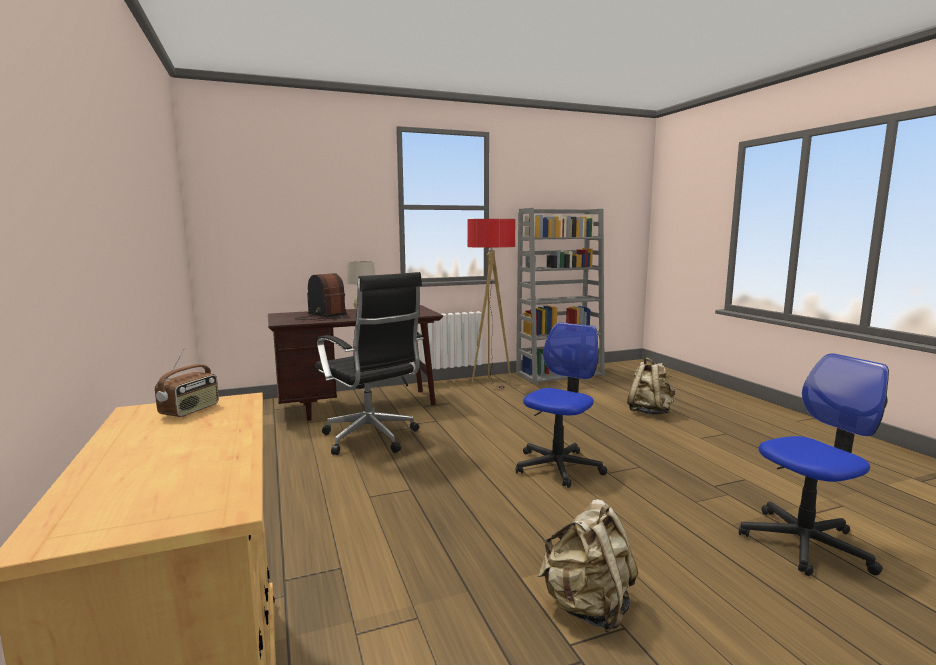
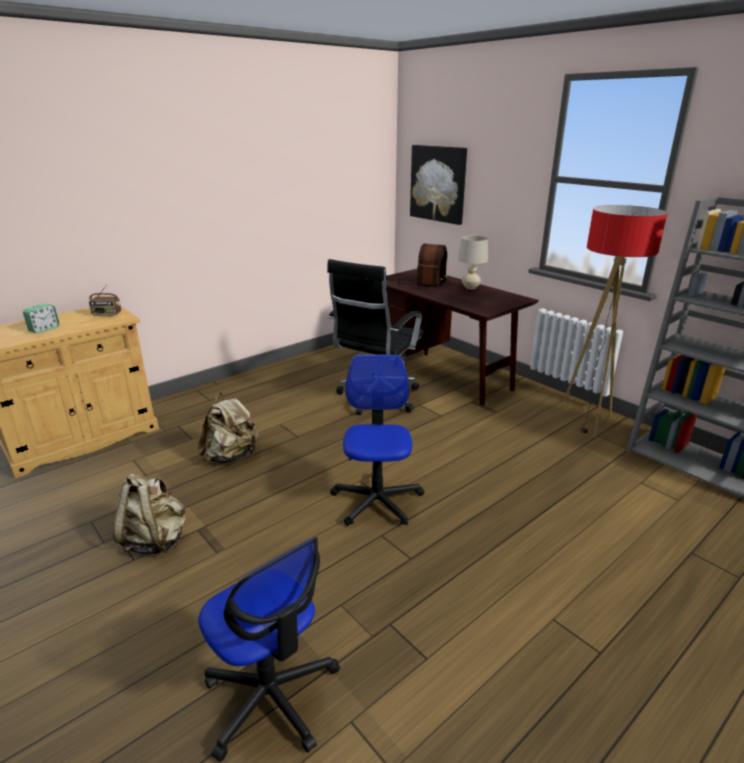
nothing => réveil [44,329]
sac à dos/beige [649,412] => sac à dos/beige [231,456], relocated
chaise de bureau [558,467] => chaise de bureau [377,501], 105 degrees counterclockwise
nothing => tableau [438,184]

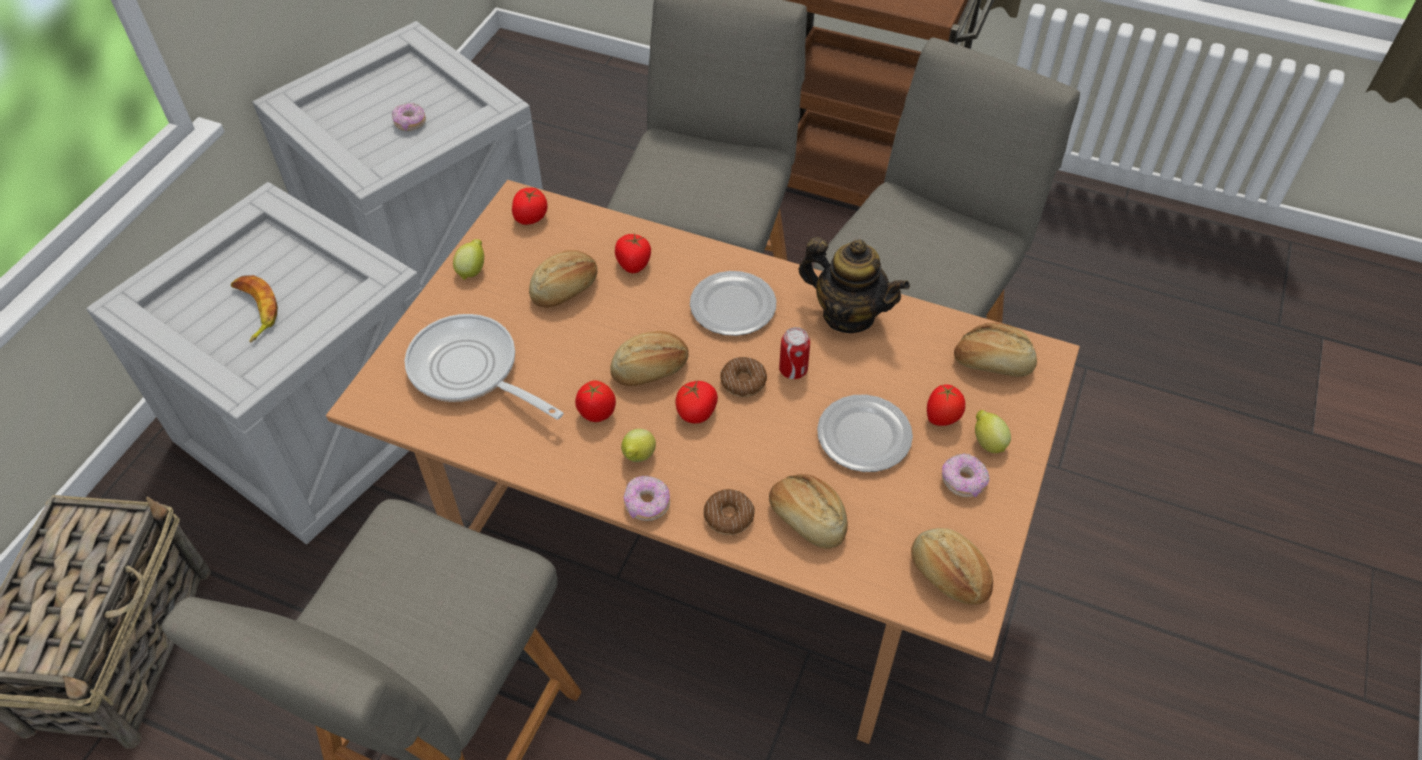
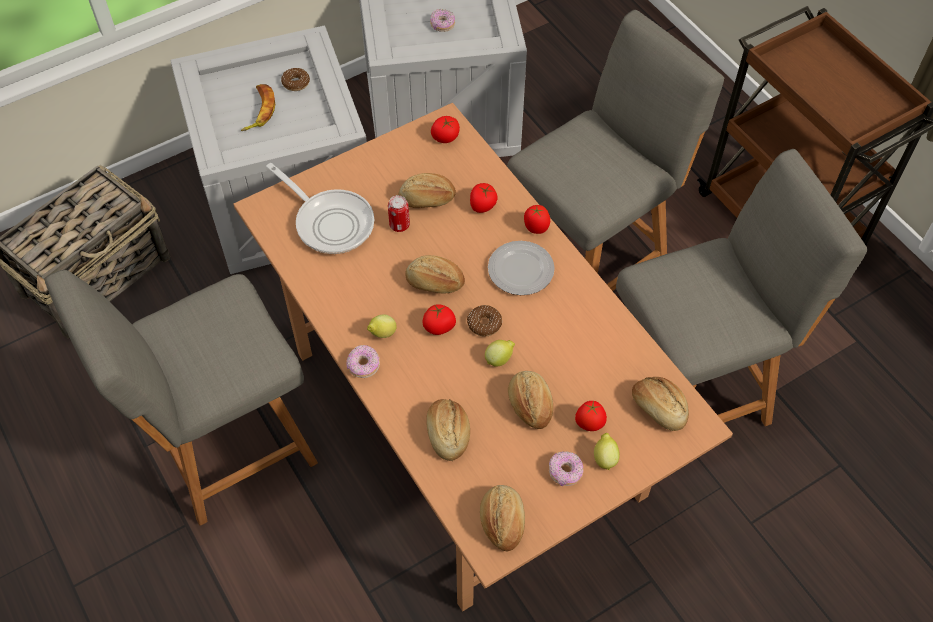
poêle [470,371] => poêle [330,222], 150 degrees clockwise
beignet [728,516] => beignet [296,83], relocated
boîte métallique [793,370] => boîte métallique [399,225], relocated
citron [472,270] => citron [499,359], relocated
assiette [865,436] => pain [529,405]
tomate [597,414] => tomate [535,228], relocated
théière [848,315] => nothing

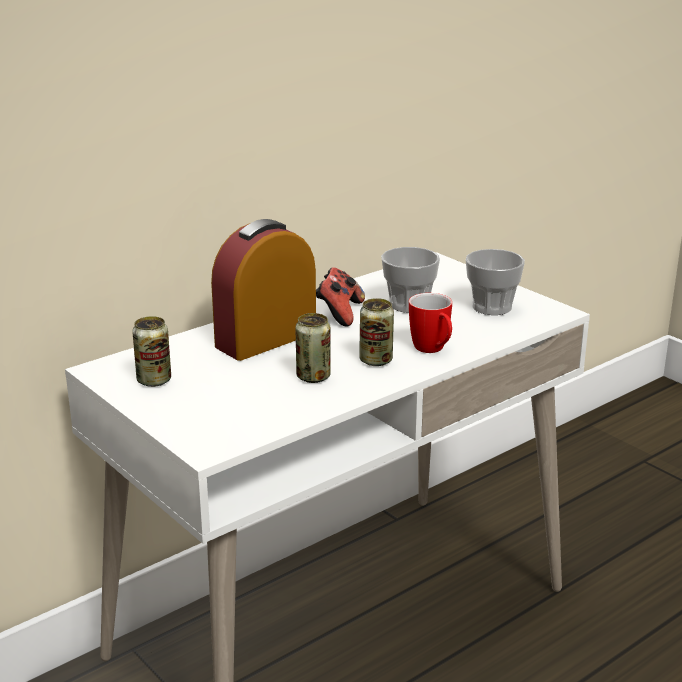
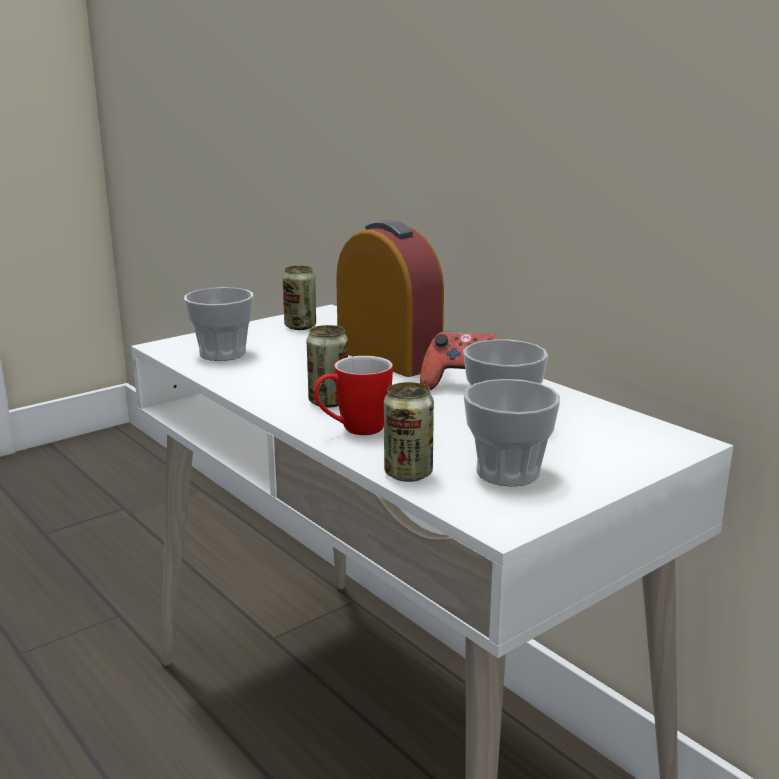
nothing => tasse [222,353]
boîte métallique [313,377] => boîte métallique [408,473], relocated

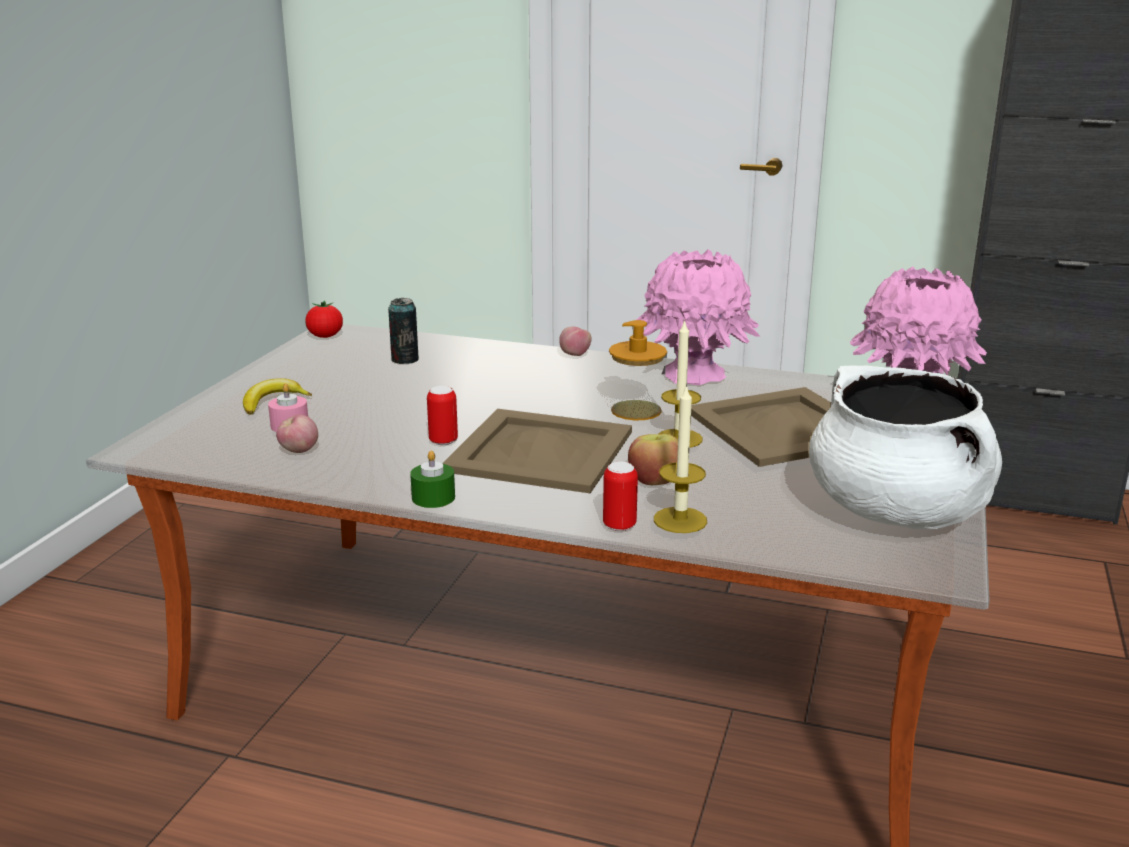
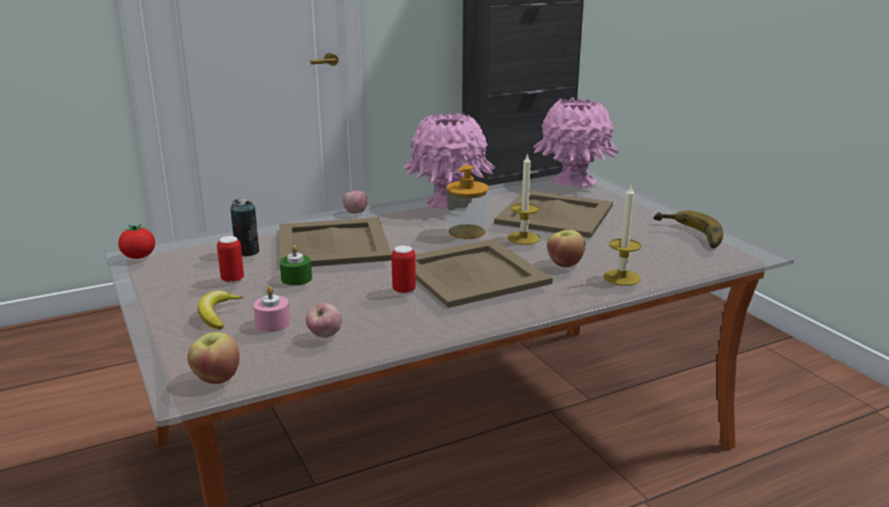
nothing => pomme [216,378]
boîte métallique [619,525] => boîte métallique [232,280], relocated
nothing => plateau/beige [334,244]
bougie/vert [433,497] => bougie/vert [296,279], relocated
marmite/blanc [897,512] => banane [688,235]

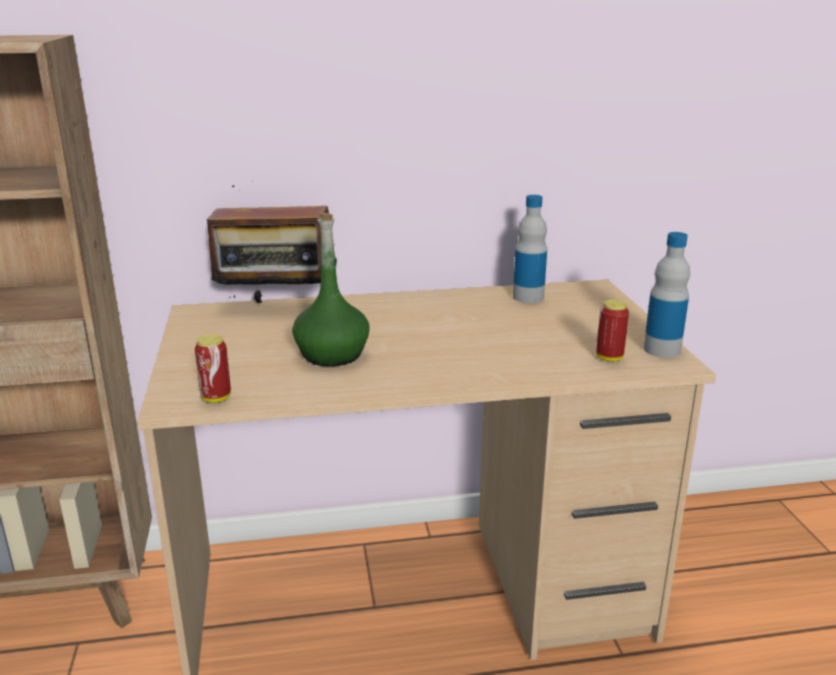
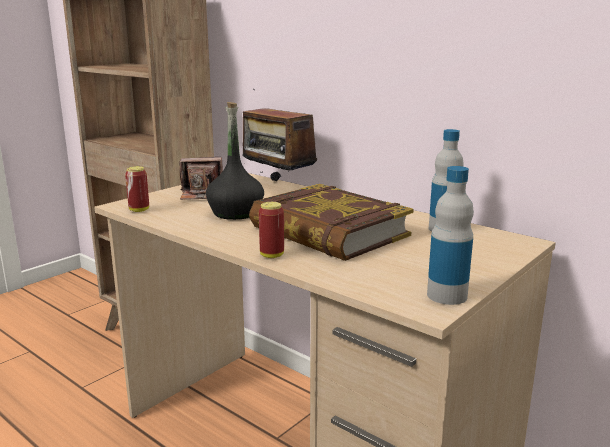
nothing => appareil photo [202,194]
bouteille/vert [332,354] => bouteille/noir [236,213]
nothing => livre [328,232]
boîte métallique [609,358] => boîte métallique [272,255], relocated

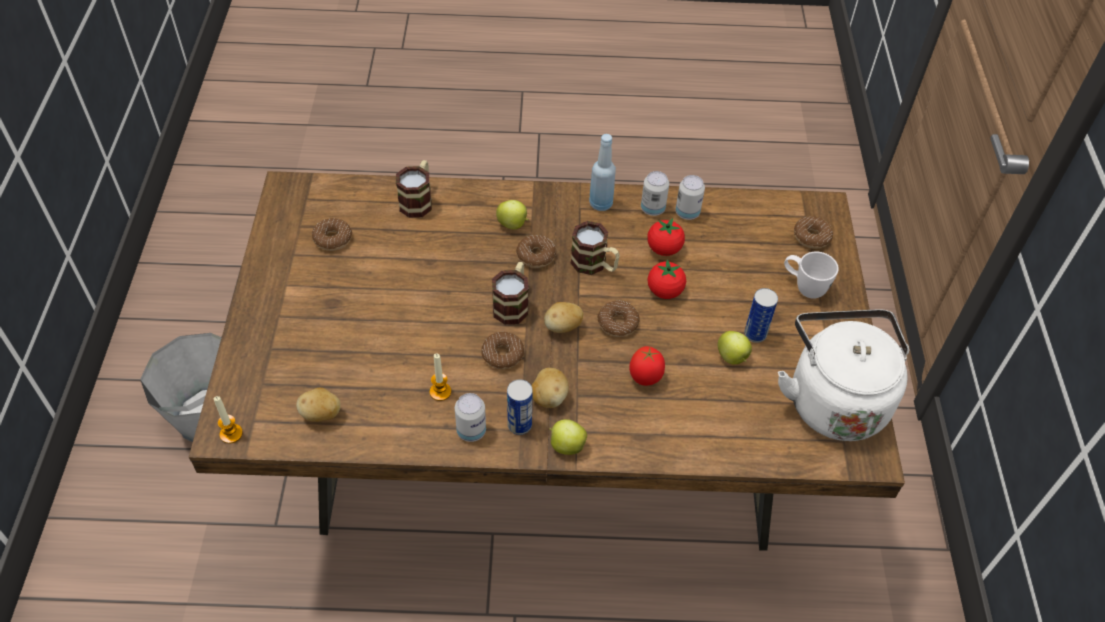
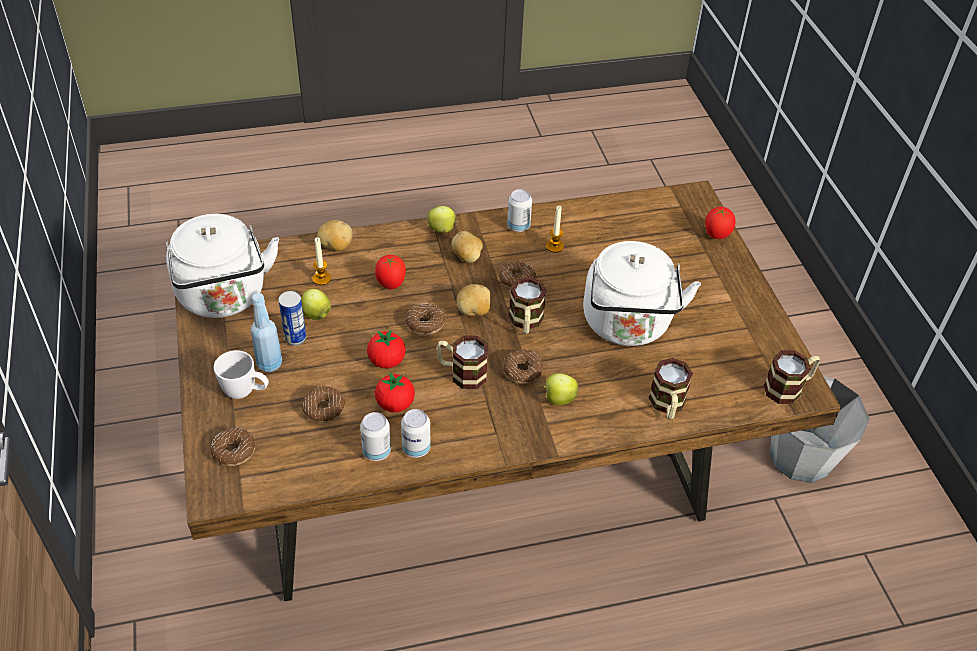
bouteille/bleu [601,204] => bouteille/bleu [269,364], relocated
beignet [332,239] => beignet [324,409], relocated
bougie [231,434] => bougie [321,278], relocated
pomme de terre [321,414] => pomme de terre [336,246], relocated
nothing => bouilloire/blanc [627,326]
nothing => tomate [716,235]
nothing => mug [789,388]
boîte métallique [519,425] => nothing

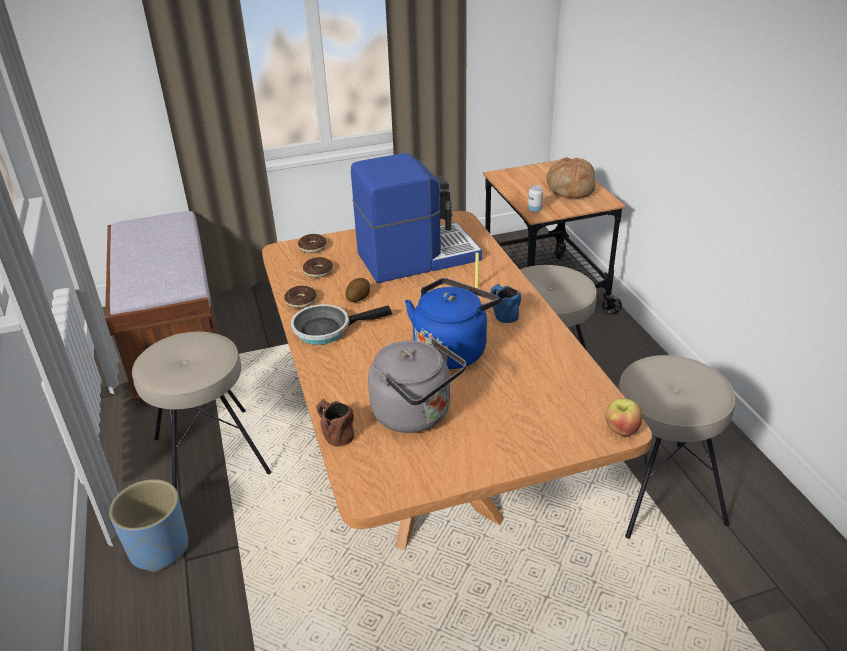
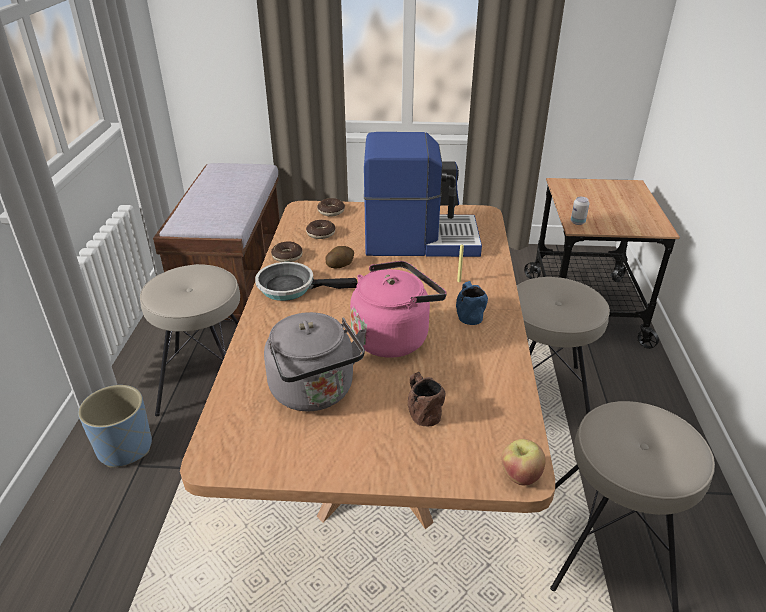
bouilloire/bleu [452,350] => bouilloire/rose [393,337]
mug/marron [334,433] => mug/marron [421,410], relocated
pain [570,188] => nothing

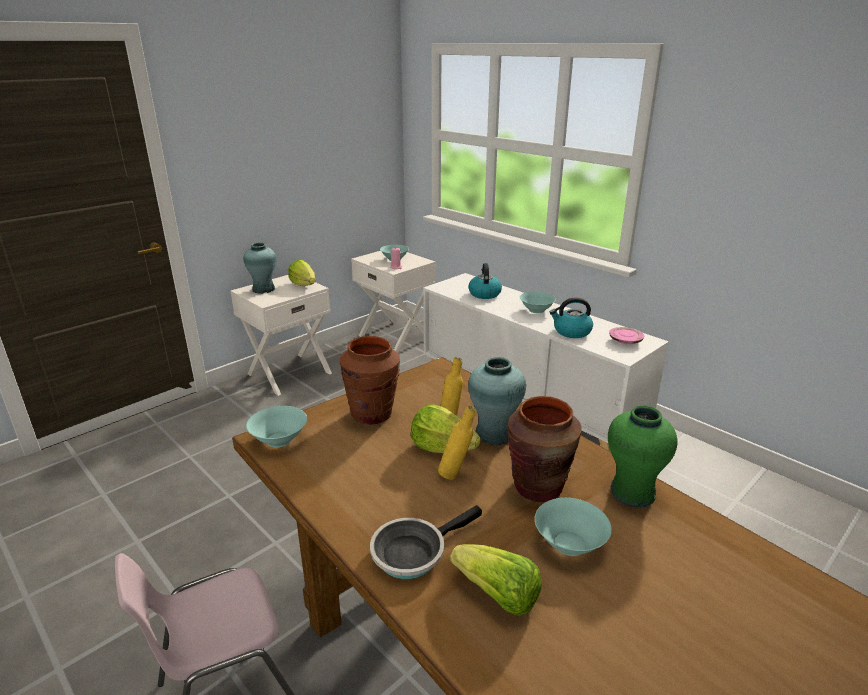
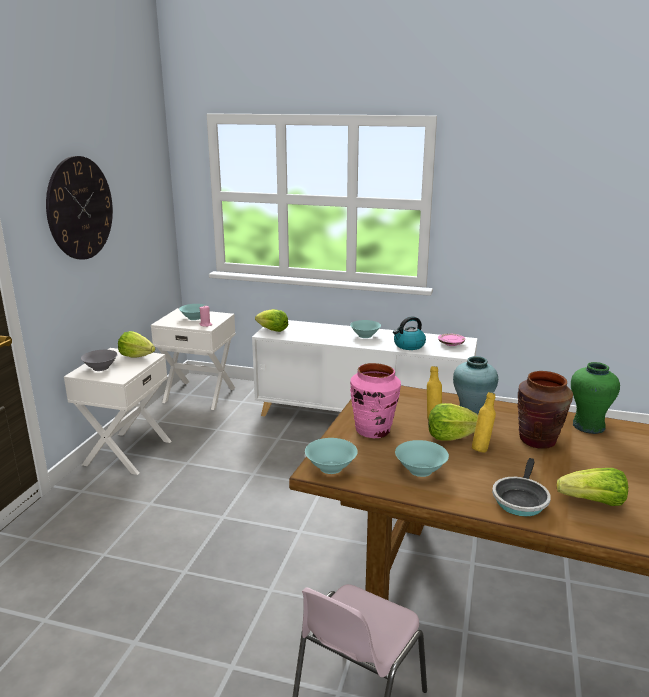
nothing => horloge murale [80,208]
vase/turquoise [264,289] => bol/gris [100,368]
nothing => laitue [272,330]
vase/marron [372,414] => vase/rose [373,430]
bol/turquoise [570,544] => bol/turquoise [421,470], relocated
bouilloire [484,293] => nothing

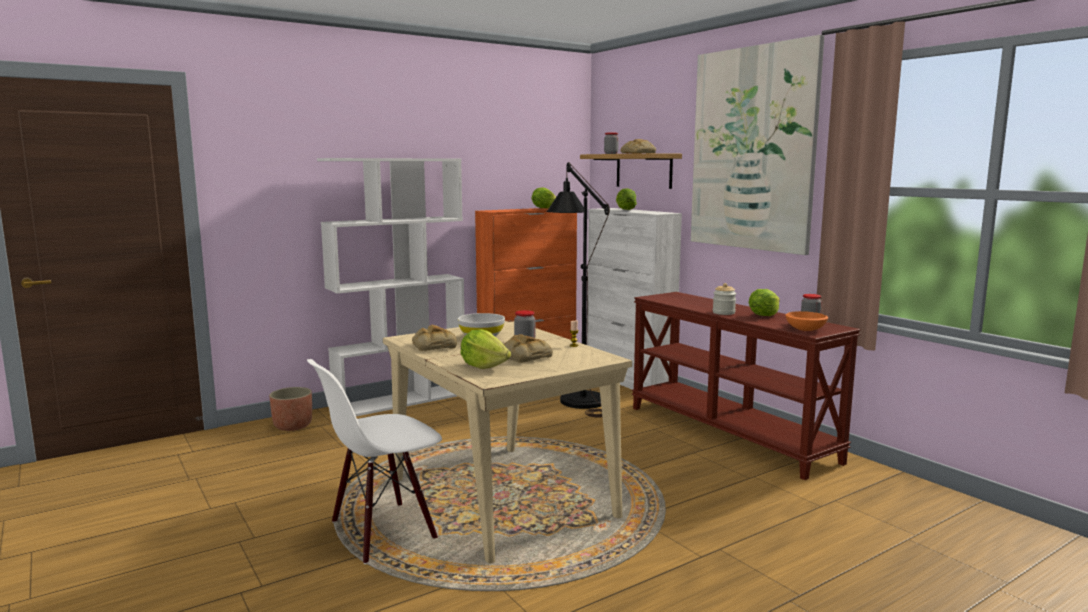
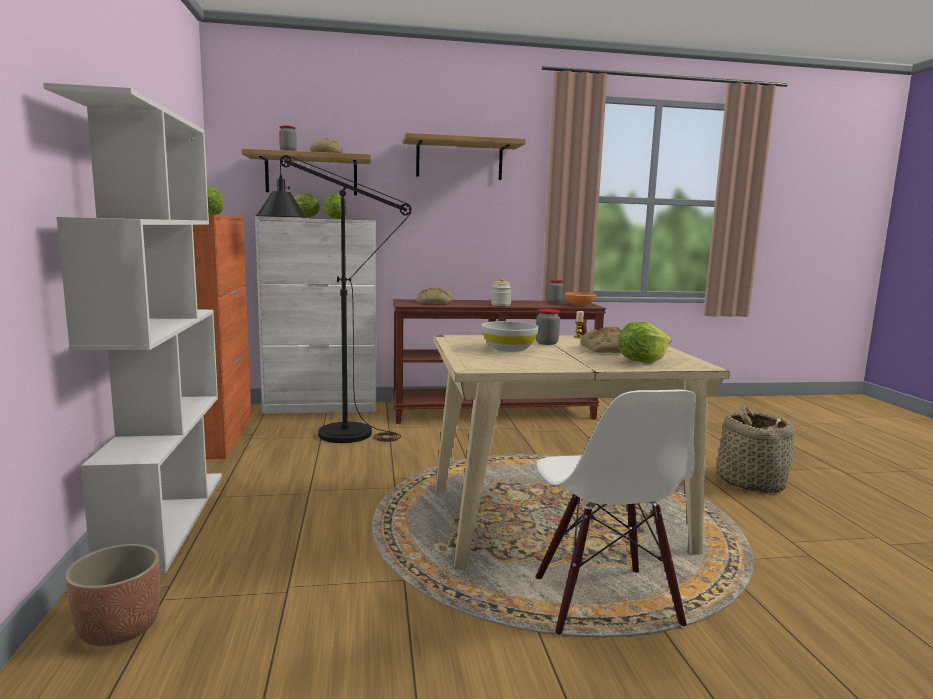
laitue [764,315] => laitue [334,219], relocated
tableau [752,149] => étagère [459,160]
pain [433,345] => pain [434,302], relocated
nothing => panier [750,482]

